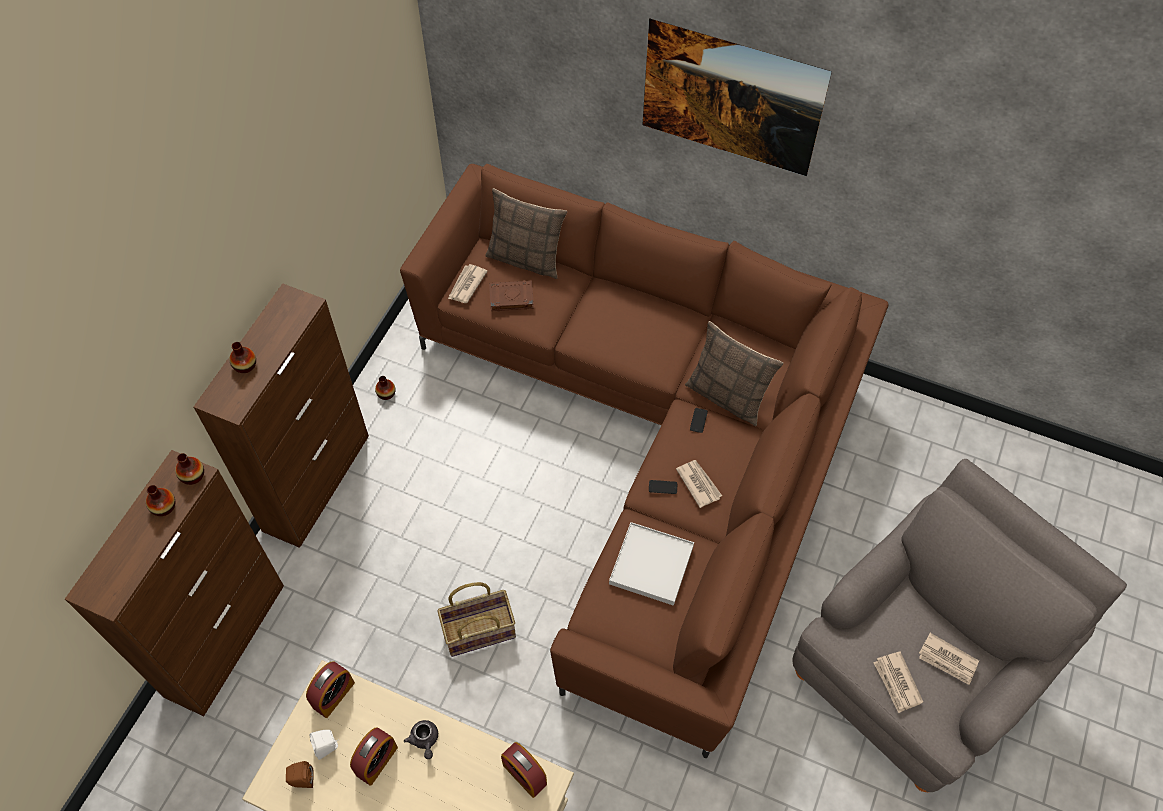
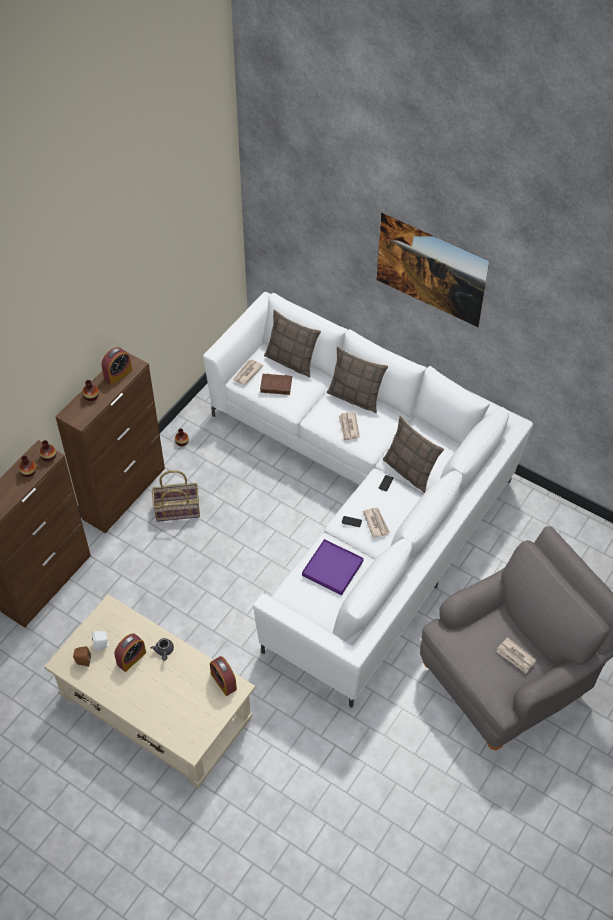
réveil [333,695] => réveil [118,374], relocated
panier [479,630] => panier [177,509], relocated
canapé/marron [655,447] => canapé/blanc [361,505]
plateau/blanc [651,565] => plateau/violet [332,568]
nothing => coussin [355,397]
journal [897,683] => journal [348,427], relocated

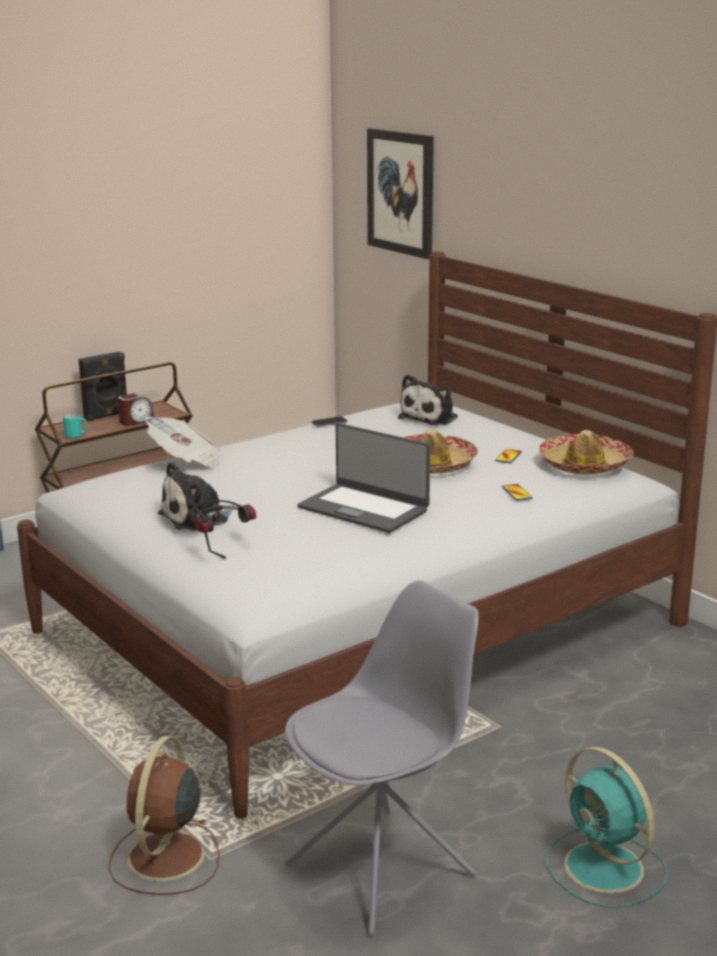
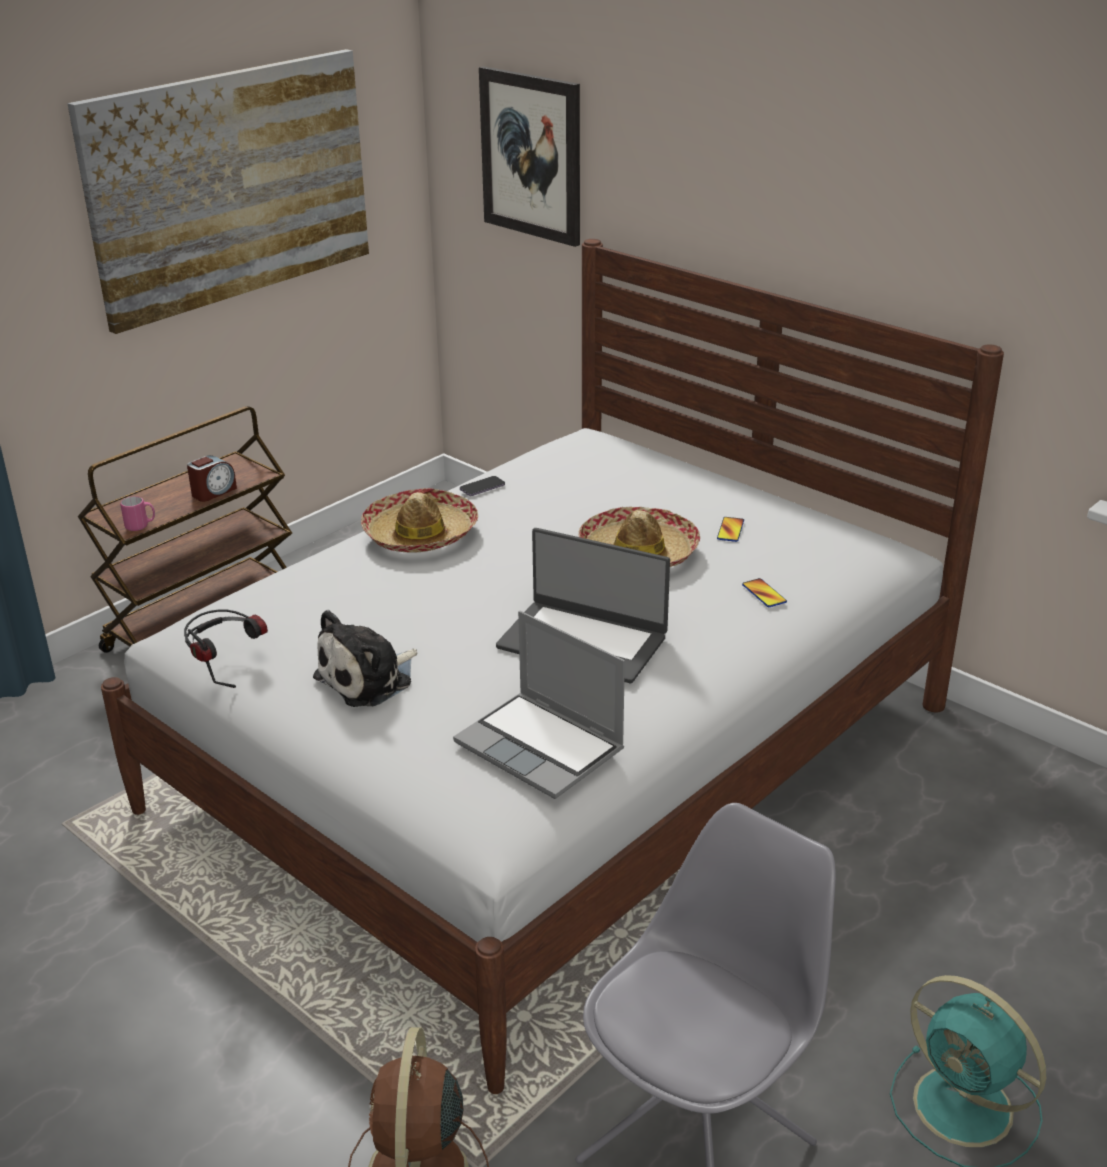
nothing => tableau [231,185]
mug/turquoise [76,436] => mug/rose [141,526]
casque audio [221,546] => casque audio [226,668], relocated
chapeau [584,465] => chapeau [420,534], relocated
nothing => ordinateur portable [542,747]
enceinte/noir [107,416] => nothing
journal [186,462] => nothing
peluche [431,417] => nothing

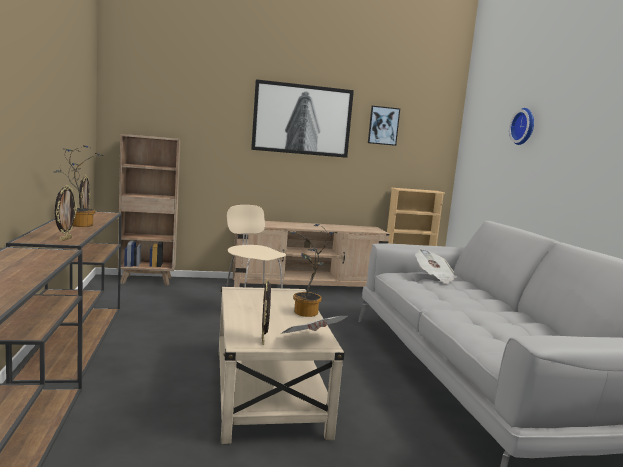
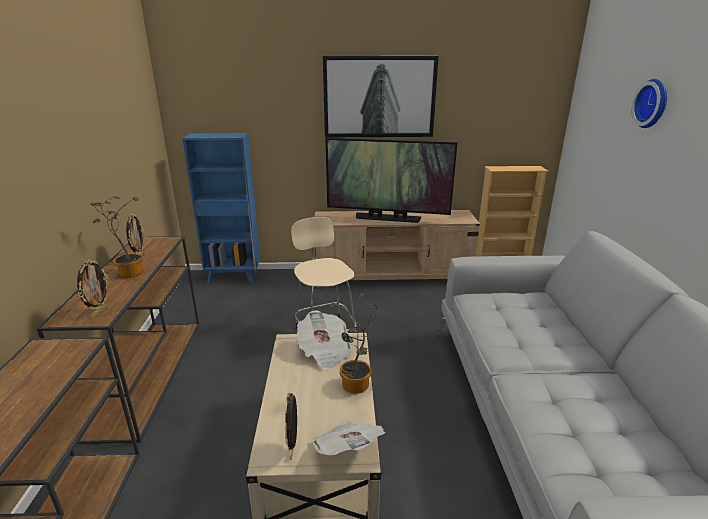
bibliothèque/marron [147,280] => bibliothèque/bleu [234,277]
journal [434,277] => journal [324,352], relocated
nothing => téléviseur [387,218]
tableau [383,125] => nothing

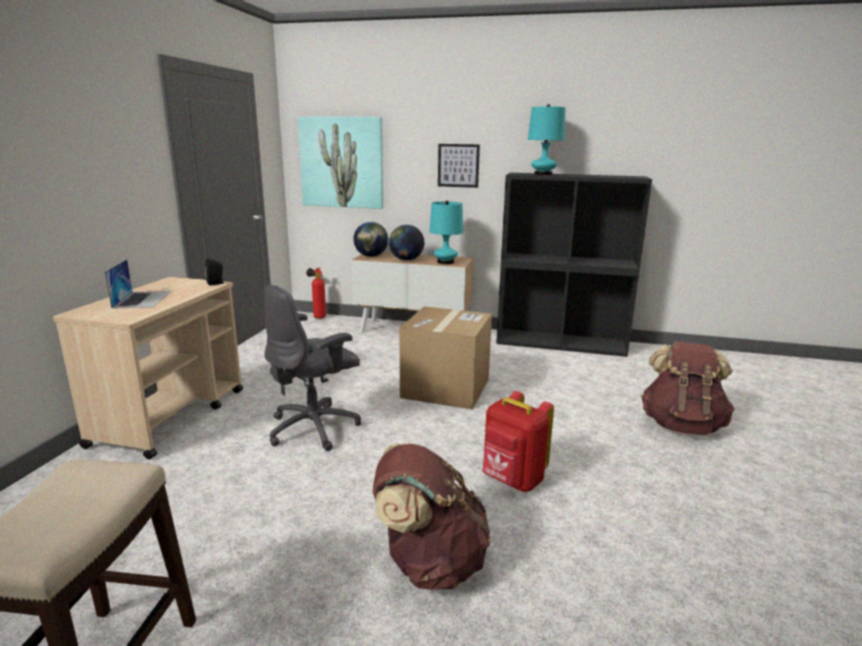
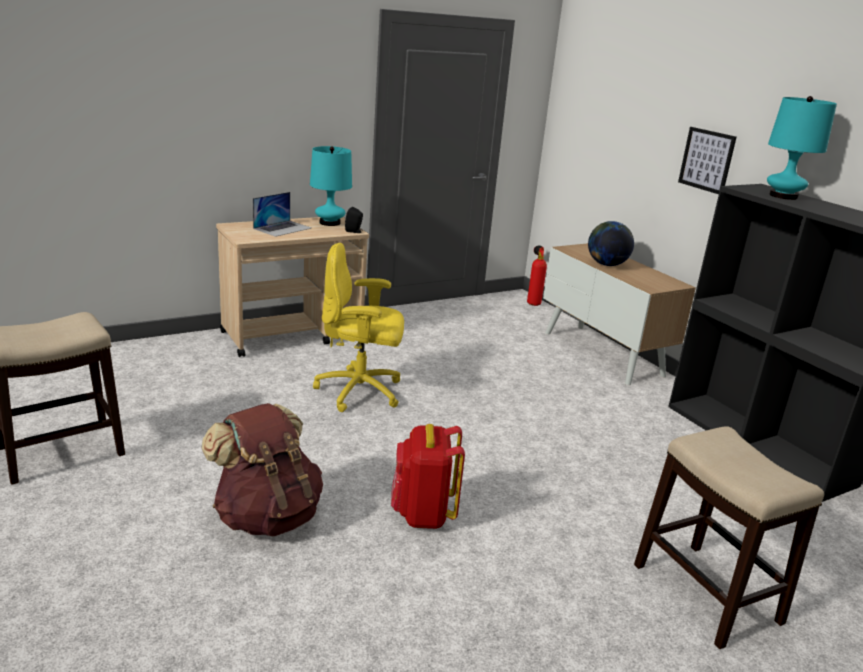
lampe de table/turquoise [445,262] => lampe de table/turquoise [330,223], relocated
chaise de bureau/gris [315,428] => chaise de bureau/jaune [361,392]
sac à dos/marron [681,425] => tabouret [707,594]
tableau [342,162] => nothing
globe [371,256] => nothing
carton [446,388] => nothing

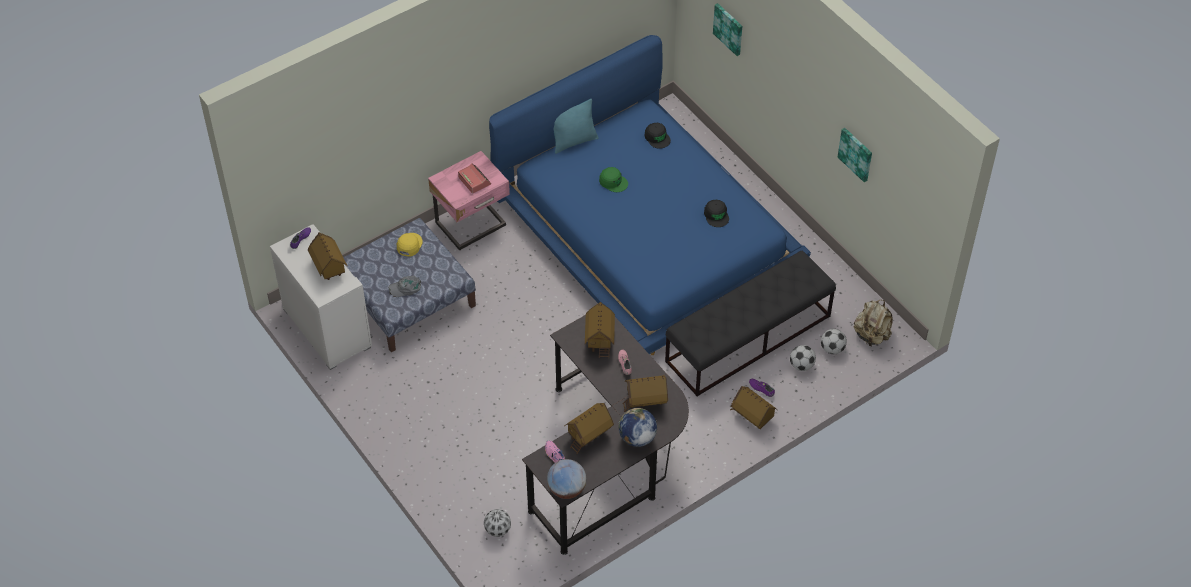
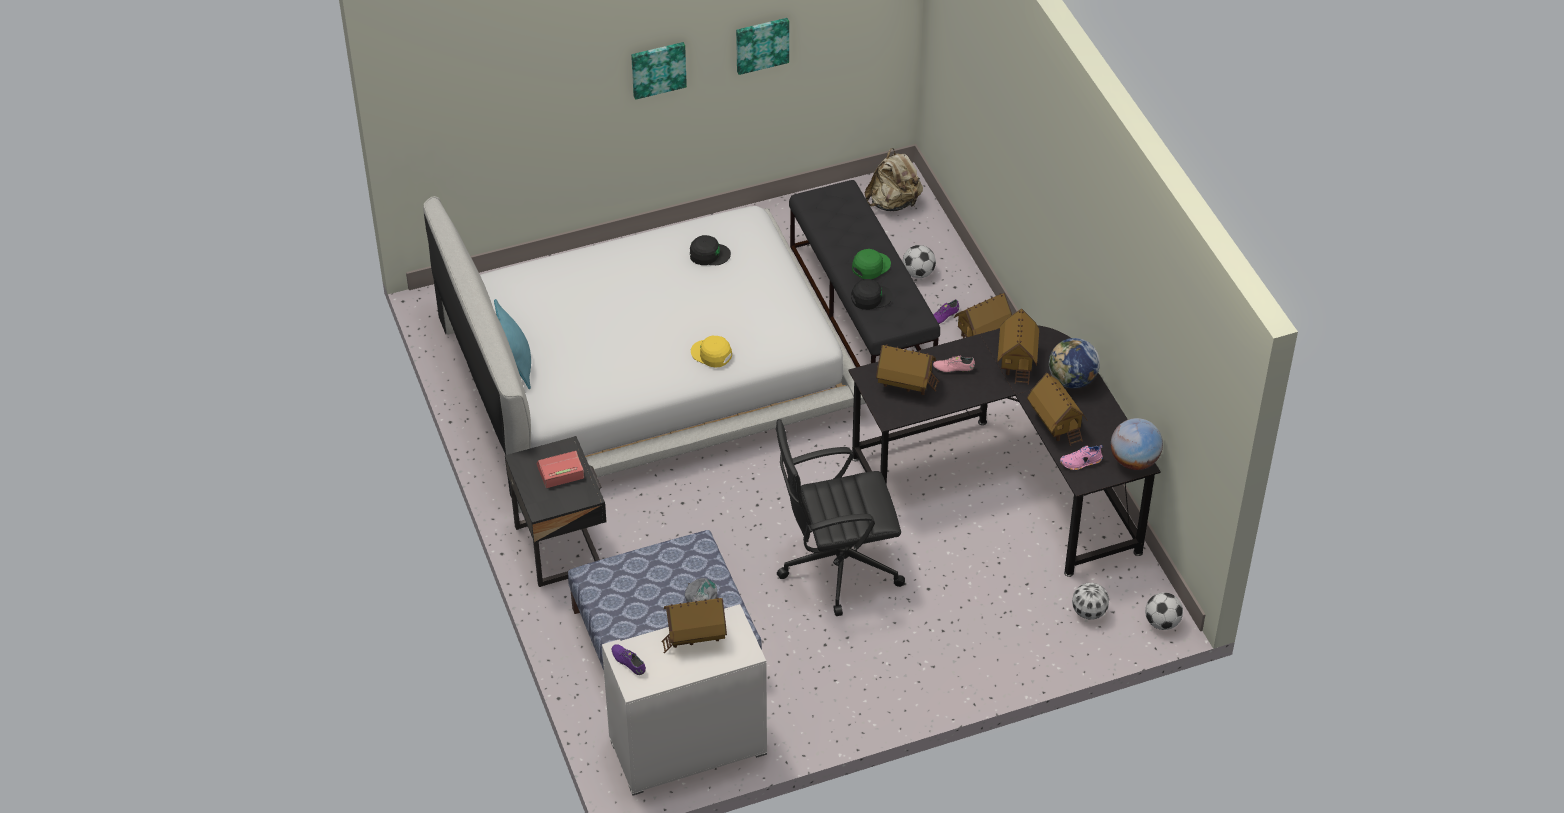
lit/bleu [646,231] => lit/blanc [646,368]
table de chevet/rose [472,225] => table de chevet/noir [561,547]
tableau [729,28] => tableau [658,69], relocated
casquette/jaune [409,245] => casquette/jaune [711,354], relocated
nothing => chaise de bureau/noir [836,566]
casquette/noir [657,137] => casquette/noir [870,297], relocated
casquette/vert [613,182] => casquette/vert [870,266], relocated
ballon de foot [832,349] => ballon de foot [1162,623], relocated

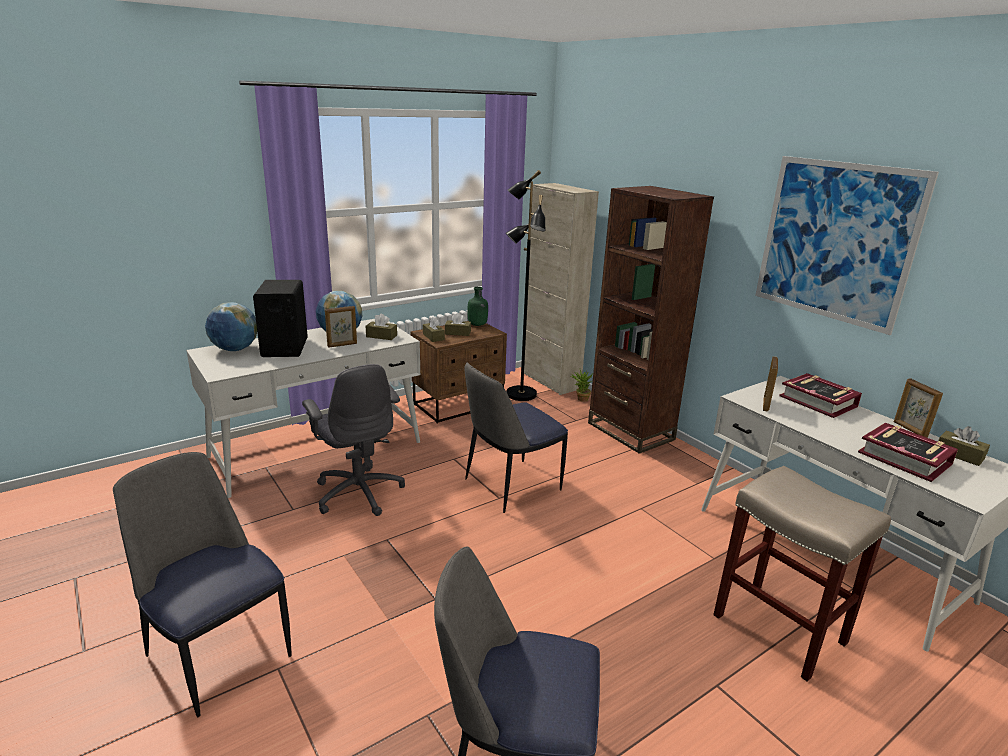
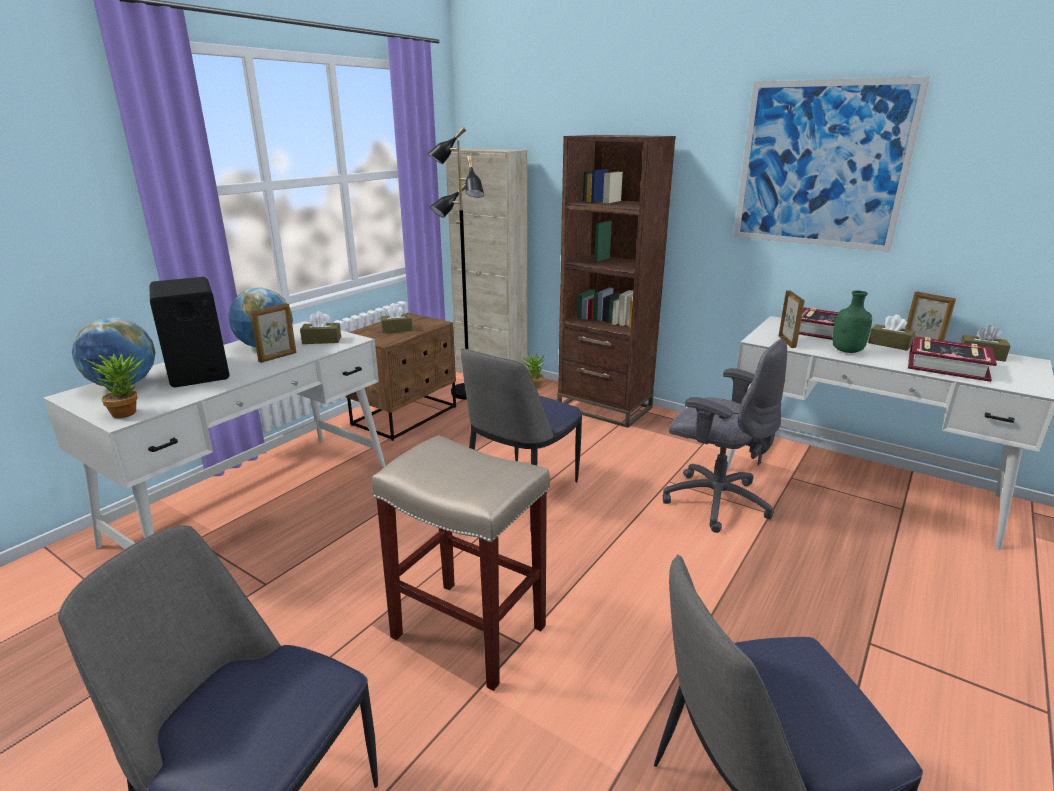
nothing => plante en pot [128,411]
tabouret/beige [777,628] => tabouret/beige [466,631], relocated
chaise de bureau/gris [359,492] => chaise de bureau/gris [714,501], relocated
bouteille/vert [477,325] => bouteille/vert [847,351], relocated
boîte à mouchoirs/marron [433,337] => boîte à mouchoirs/marron [889,344], relocated

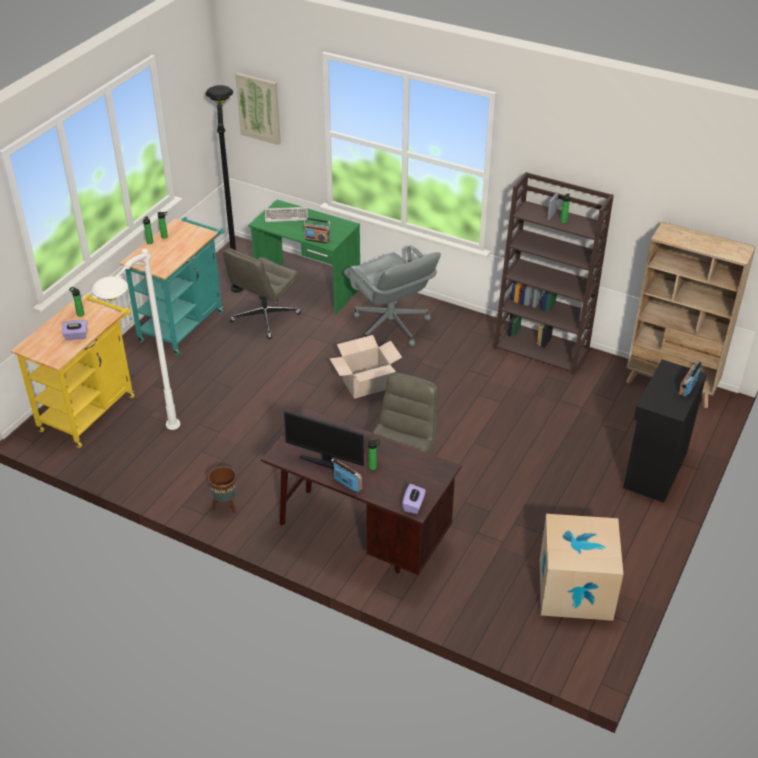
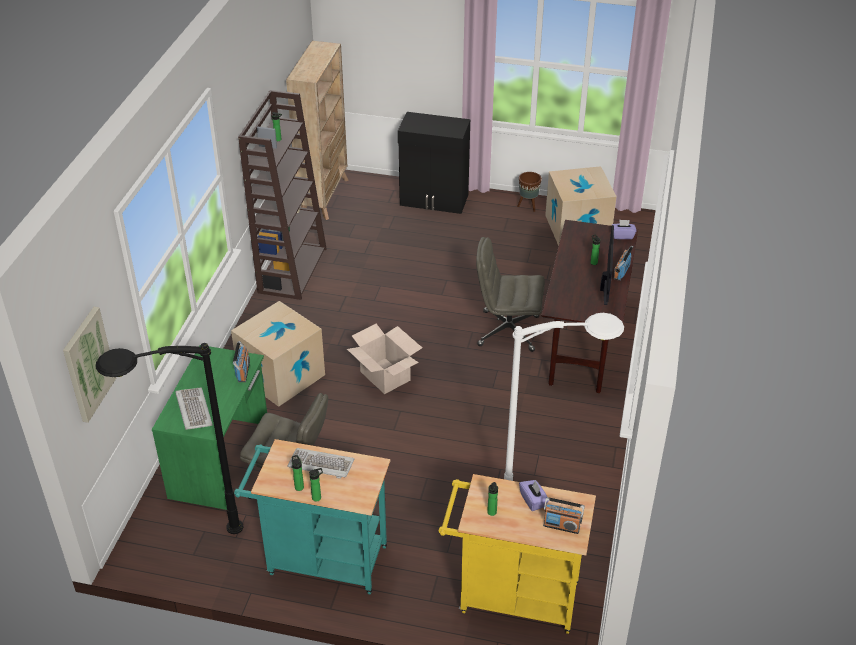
chaise de bureau/gris [391,326] => carton [281,375]
nothing => clavier [320,465]
cache-pot/marron [226,506] => cache-pot/marron [528,206], relocated
radio [687,388] => radio [561,526], relocated

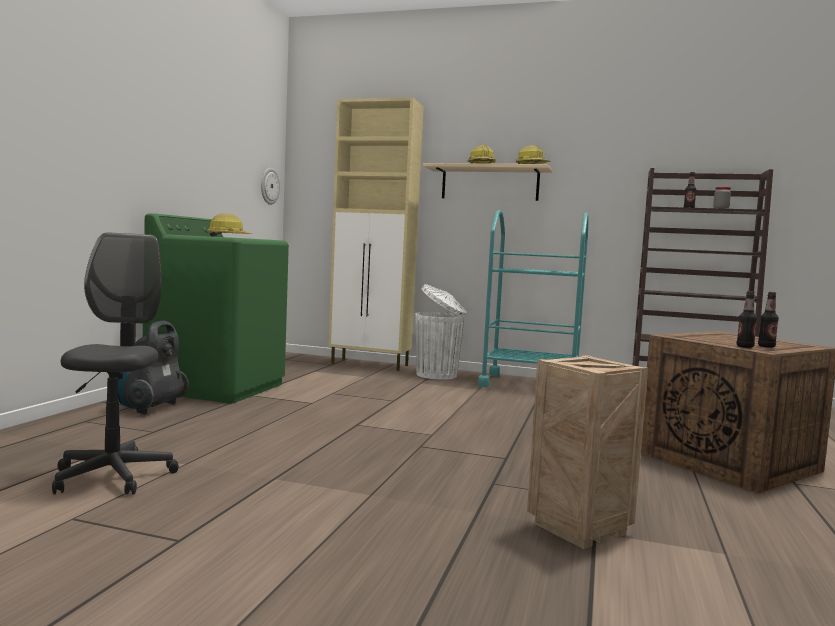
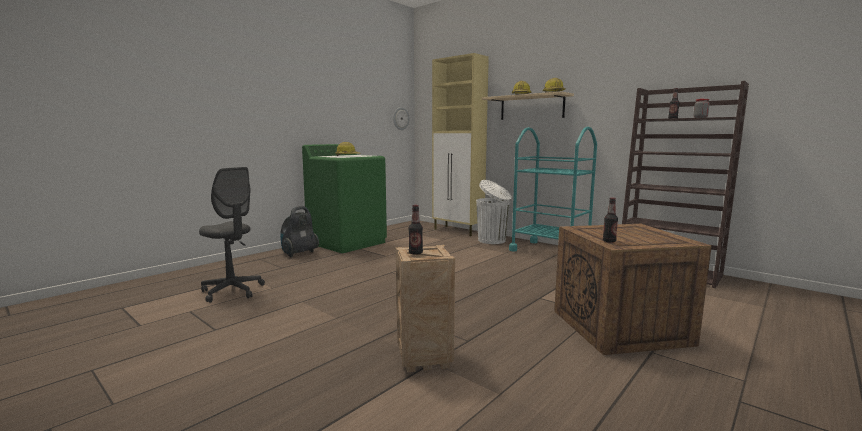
chaise de bureau/gris [113,476] => chaise de bureau/gris [232,291], 105 degrees clockwise
bouteille [766,346] => bouteille [415,253], relocated

